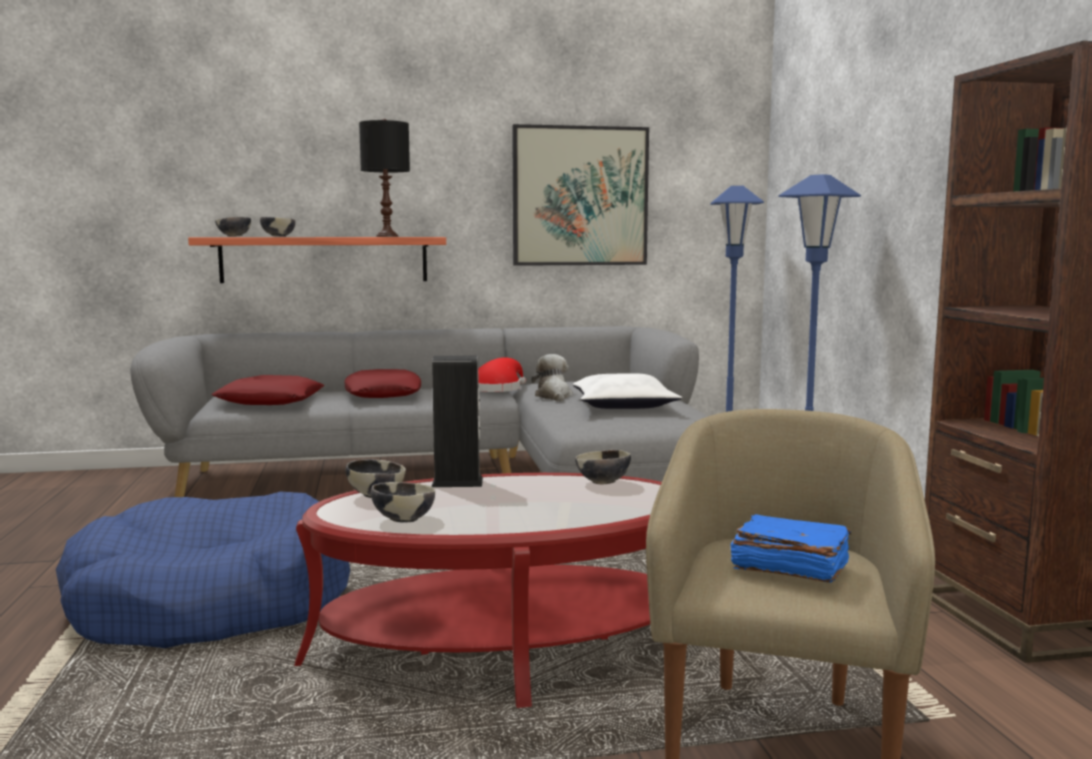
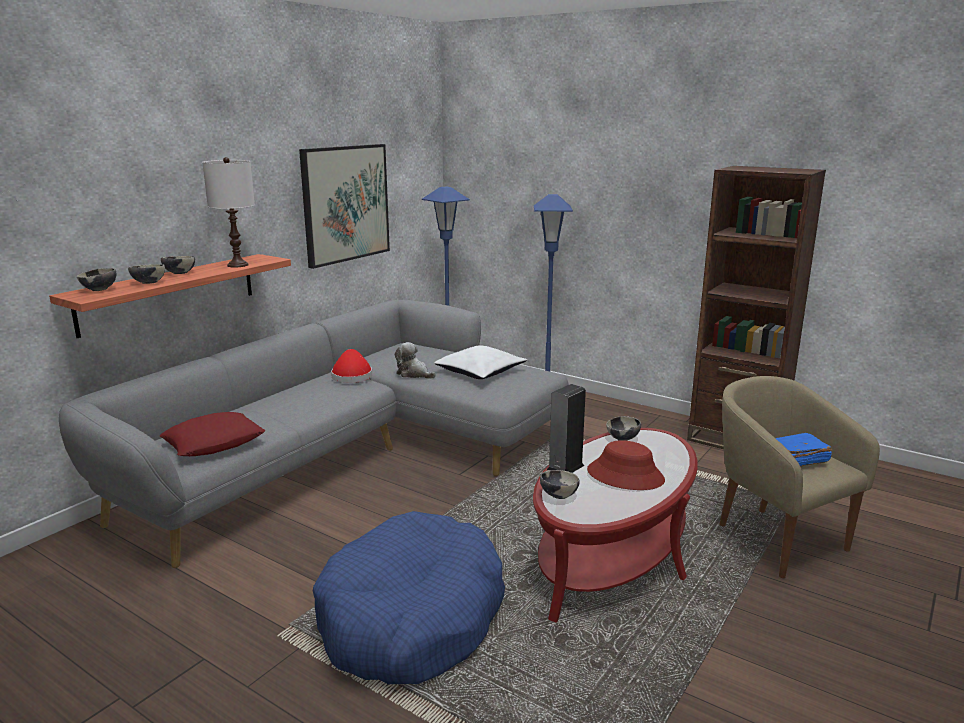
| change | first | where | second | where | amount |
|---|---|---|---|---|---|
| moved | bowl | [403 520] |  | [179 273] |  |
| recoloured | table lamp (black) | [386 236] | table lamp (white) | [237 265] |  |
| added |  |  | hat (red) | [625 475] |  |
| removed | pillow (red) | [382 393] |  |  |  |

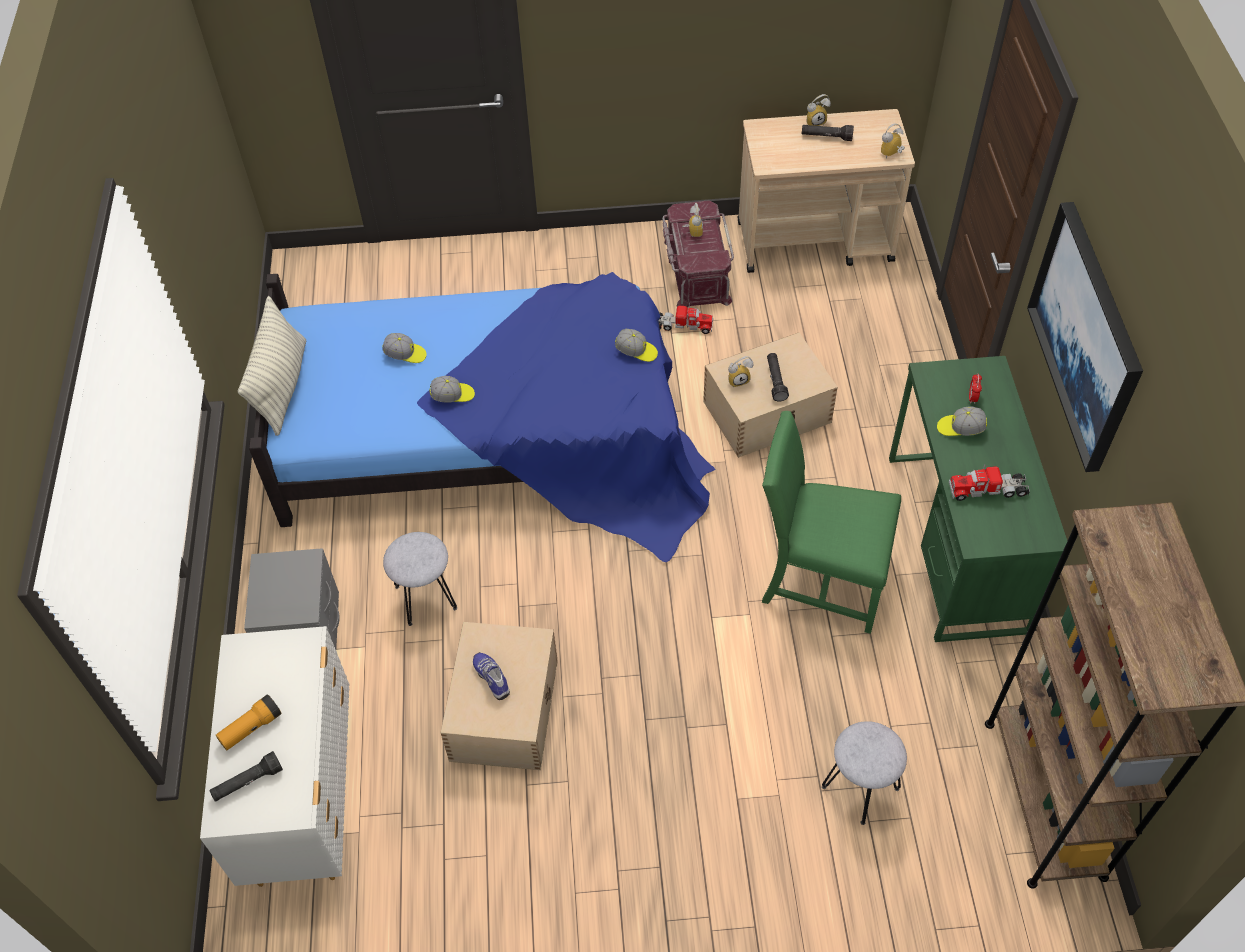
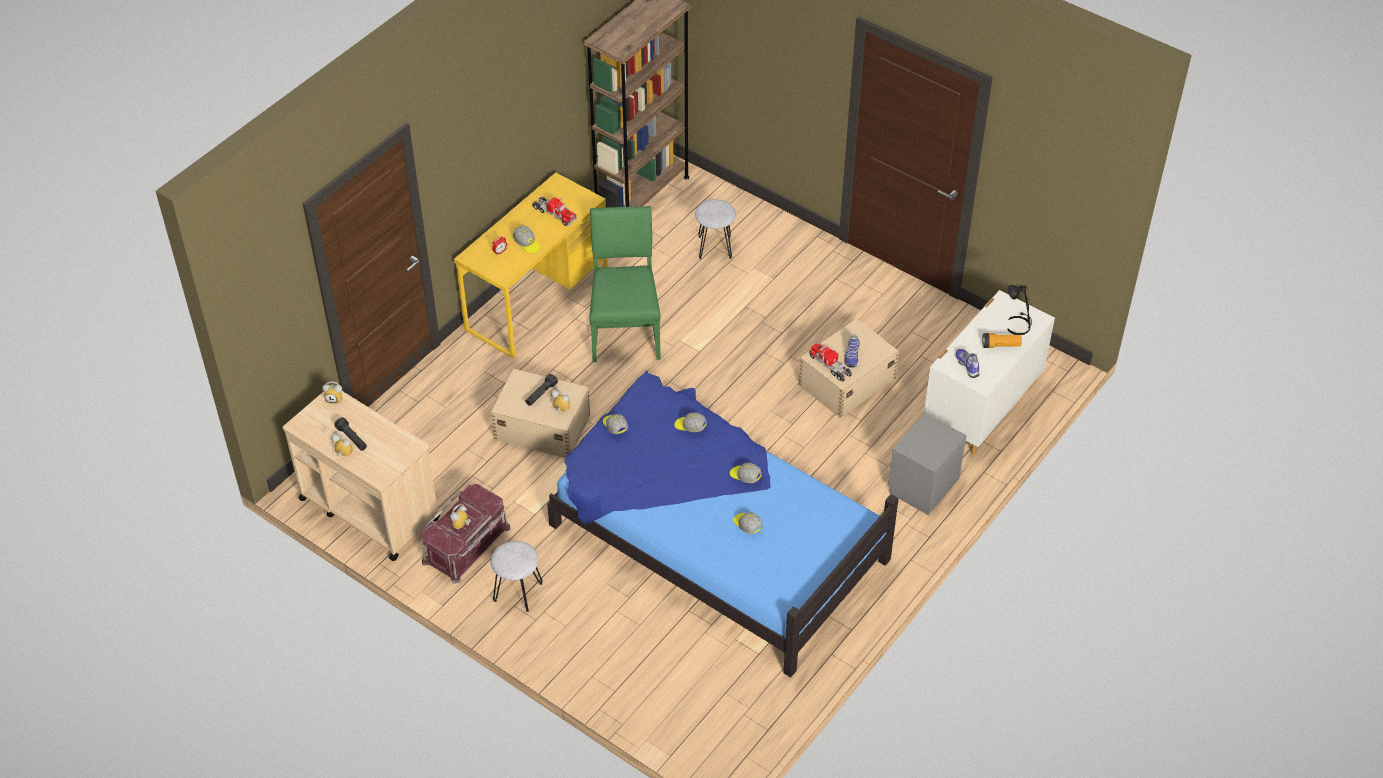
| change | first | where | second | where | amount |
|---|---|---|---|---|---|
| recoloured | desk (green) | [956 542] | desk (yellow) | [537 300] |  |
| moved | stool (grey) | [425 597] |  | [517 592] |  |
| turned | chair (green) | [819 578] |  | [625 331] | 150 degrees counterclockwise |
| added |  |  | cap | [690 427] |  |
| moved | toy truck | [682 326] |  | [830 365] |  |
| added |  |  | shoe | [968 365] |  |
| replaced | flashlight (black) | [248 782] | table lamp (black) | [1017 325] |  |
| removed | pillow | [282 386] |  |  |  |
| removed | picture | [1086 336] |  |  |  |

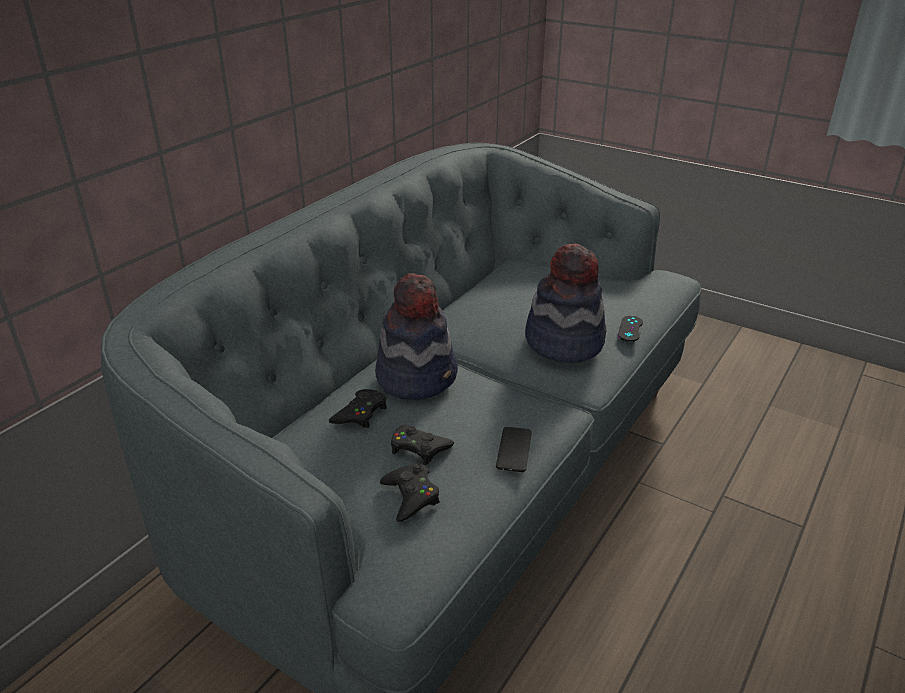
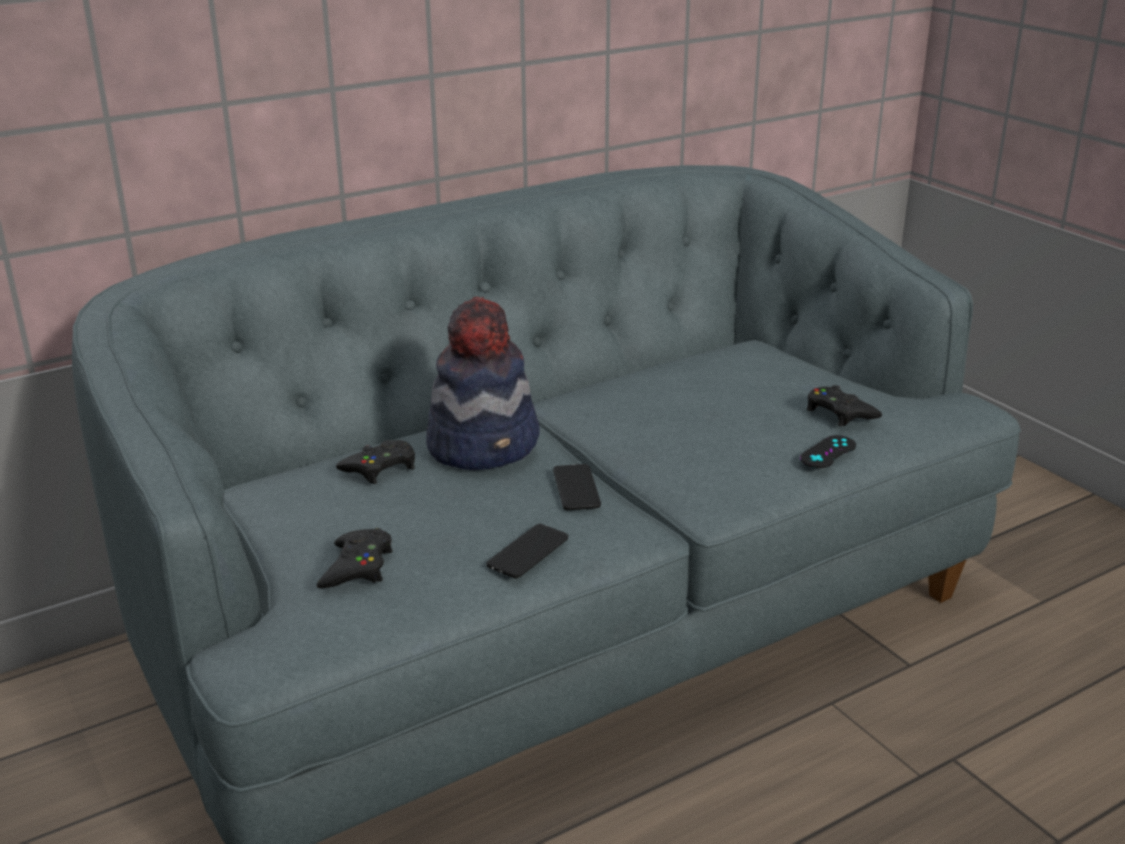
| change | first | where | second | where | amount |
|---|---|---|---|---|---|
| added |  |  | phone | [576 488] |  |
| moved | game controller (black) | [419 448] |  | [839 413] |  |
| removed | hat | [564 342] |  |  |  |

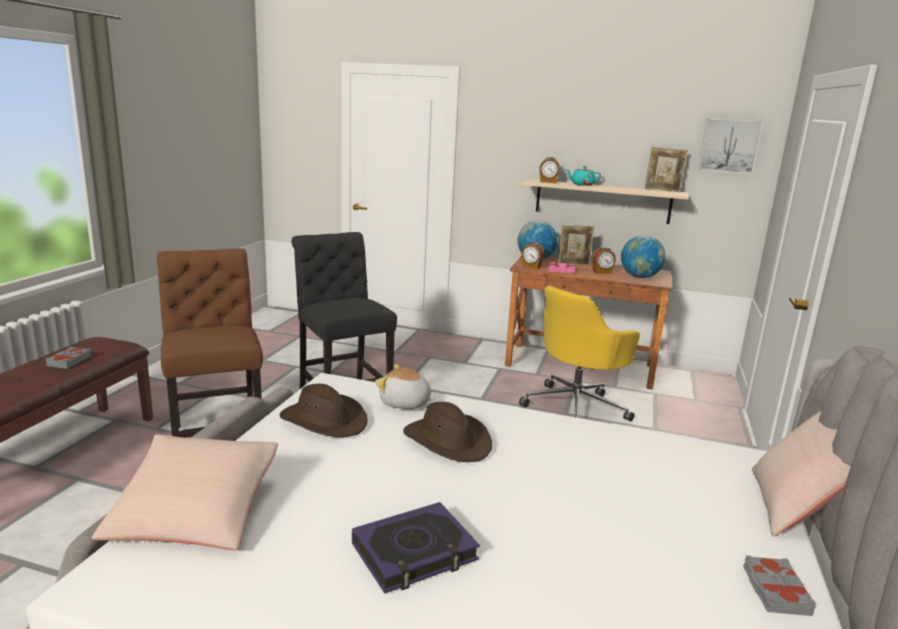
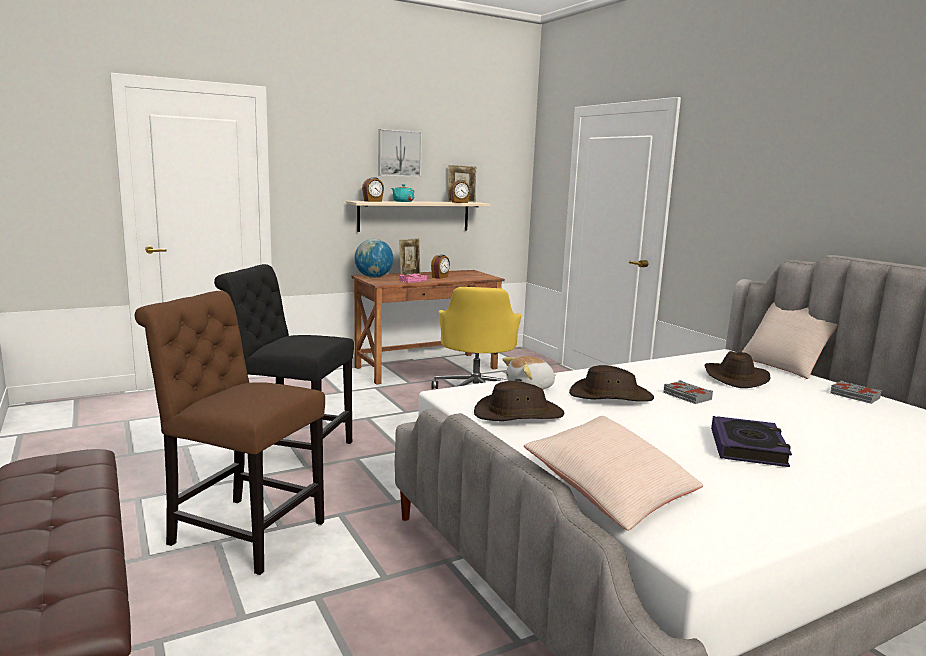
| change | first | where | second | where | amount |
|---|---|---|---|---|---|
| moved | picture | [729 146] |  | [399 153] |  |
| moved | alarm clock | [531 267] |  | [459 202] |  |
| moved | book (grey) | [69 361] |  | [686 396] |  |
| added |  |  | hat (brown) | [734 377] |  |
| removed | globe | [640 277] |  |  |  |

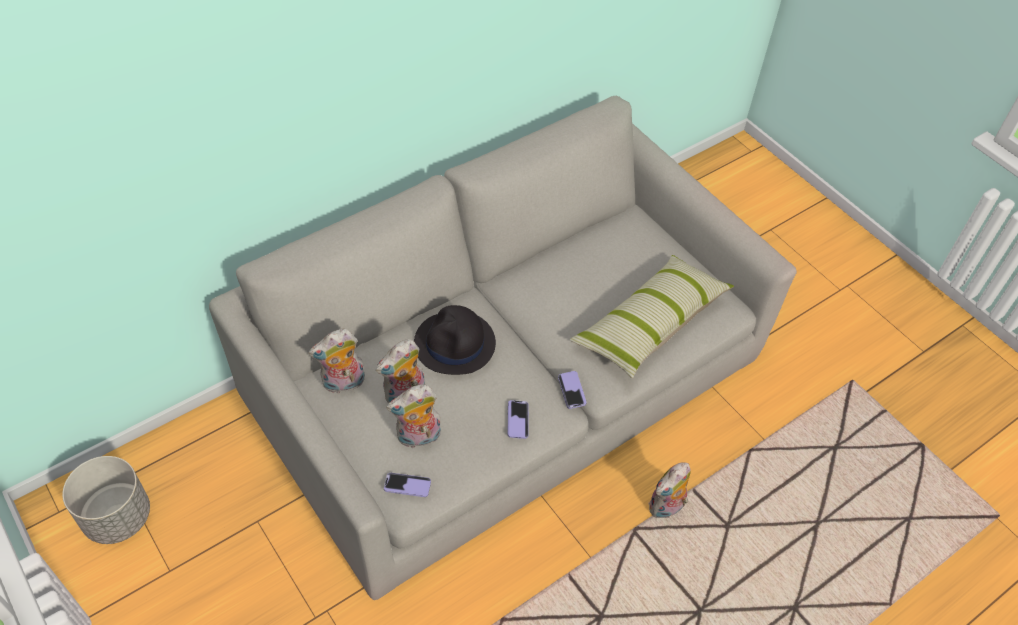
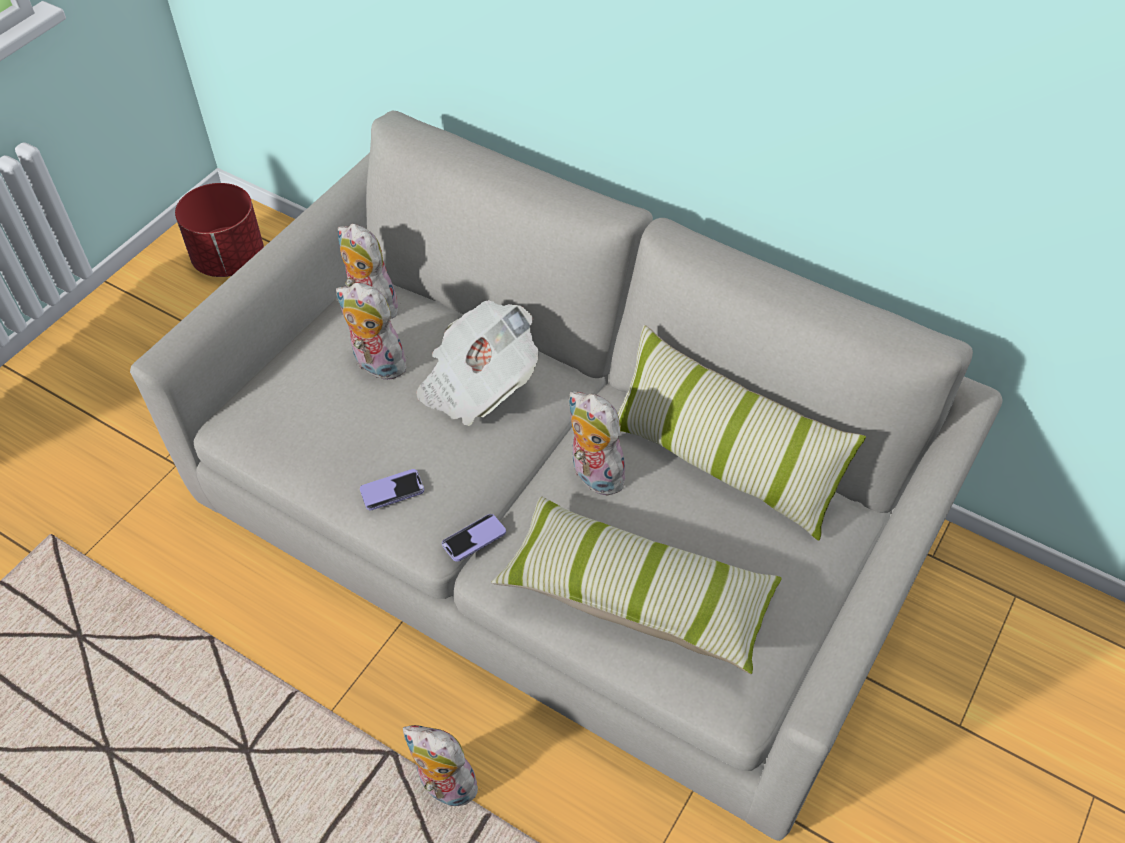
| change | first | where | second | where | amount |
|---|---|---|---|---|---|
| recoloured | planter (grey) | [118 517] | planter (red) | [229 260] |  |
| replaced | hat (black) | [455 344] | newspaper | [477 384] |  |
| moved | plush toy | [418 438] |  | [593 475] |  |
| added |  |  | pillow | [722 464] |  |
| removed | phone | [407 485] |  |  |  |

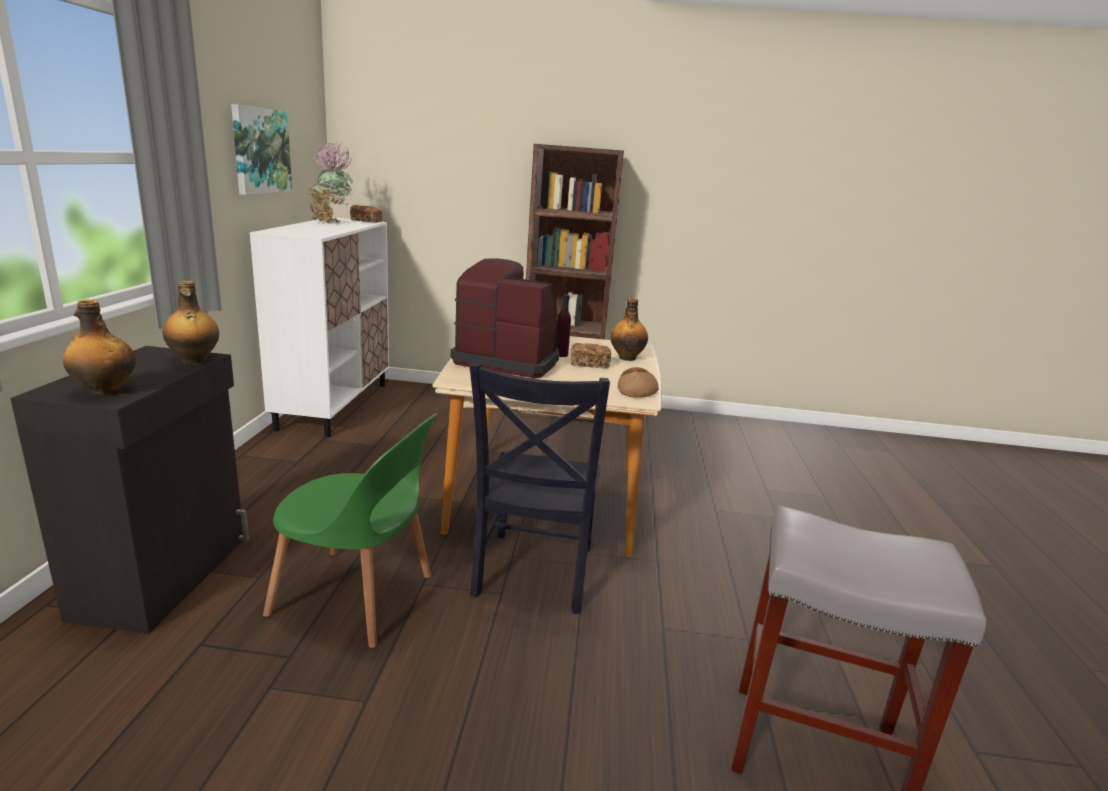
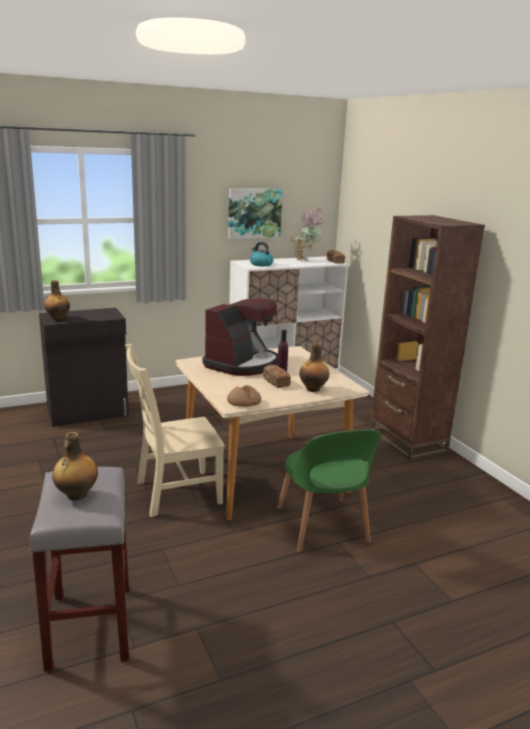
| change | first | where | second | where | amount |
|---|---|---|---|---|---|
| moved | bottle | [194 360] |  | [76 495] |  |
| recoloured | chair (black) | [533 574] | chair (beige) | [174 493] |  |
| turned | coffee machine | [507 360] |  | [243 364] | 45 degrees clockwise |
| added |  |  | kettle | [260 264] |  |
| moved | chair (green) | [358 597] |  | [323 527] |  |

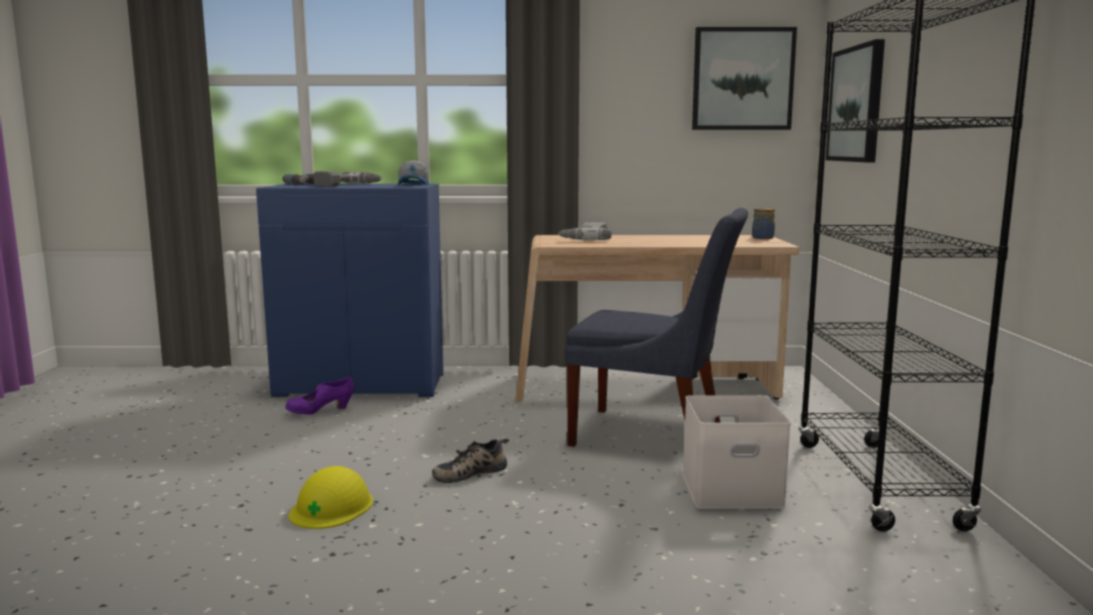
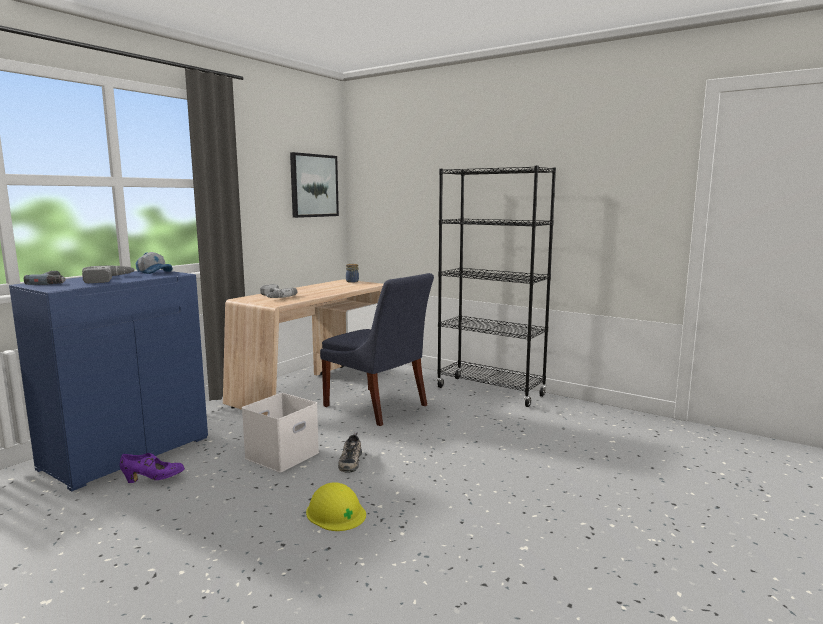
| change | first | where | second | where | amount |
|---|---|---|---|---|---|
| turned | shoe (purple) | [321 412] |  | [153 479] | 105 degrees counterclockwise |
| moved | storage box (white) | [730 491] |  | [282 456] |  |
| turned | chair (blue) | [654 436] |  | [378 407] | 75 degrees clockwise |
| removed | picture | [857 104] |  |  |  |

